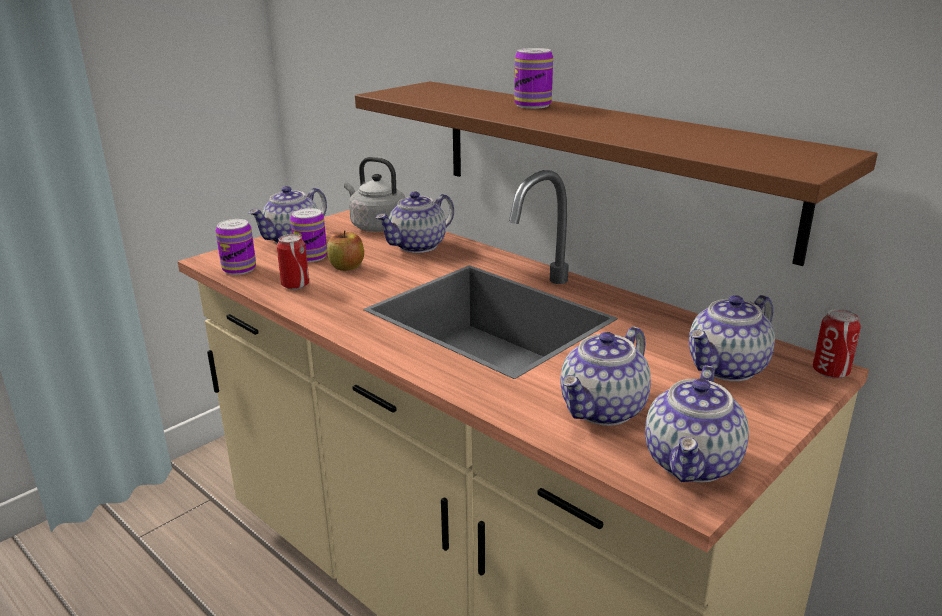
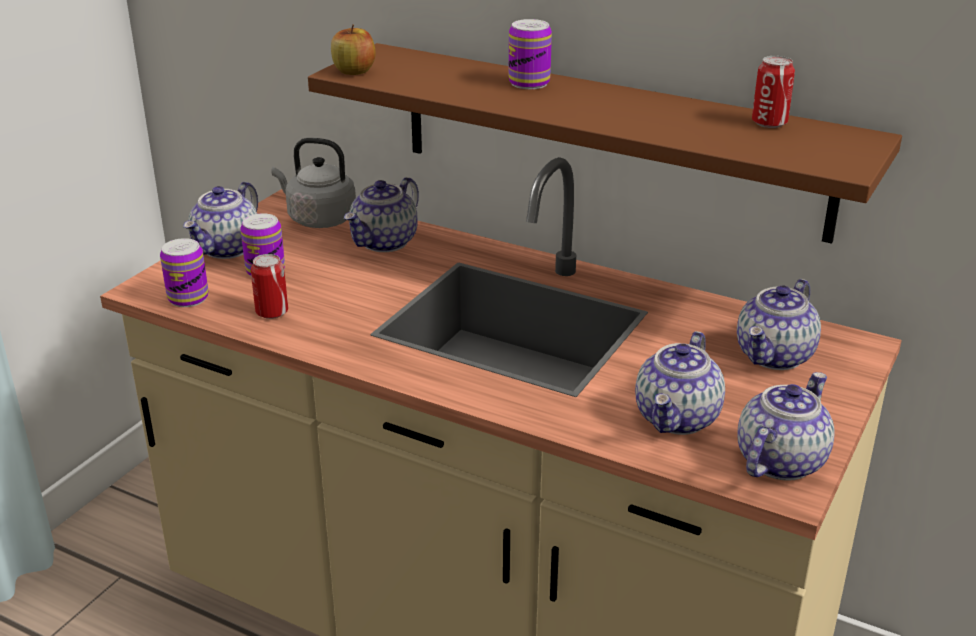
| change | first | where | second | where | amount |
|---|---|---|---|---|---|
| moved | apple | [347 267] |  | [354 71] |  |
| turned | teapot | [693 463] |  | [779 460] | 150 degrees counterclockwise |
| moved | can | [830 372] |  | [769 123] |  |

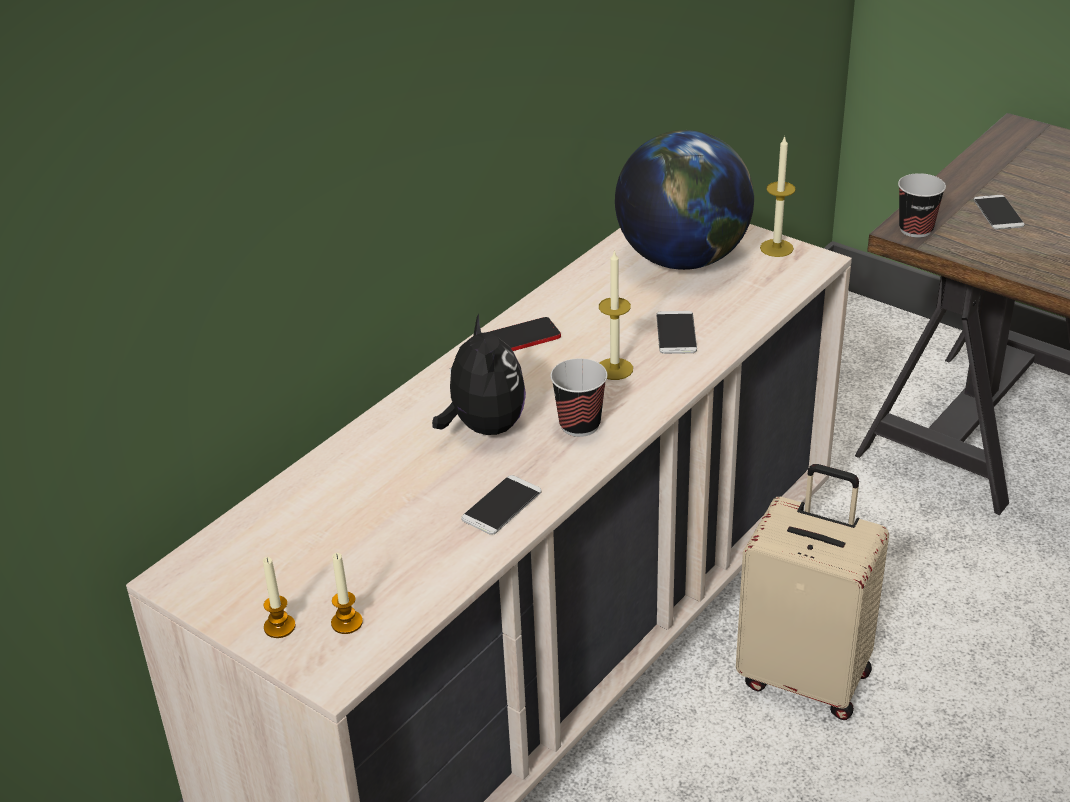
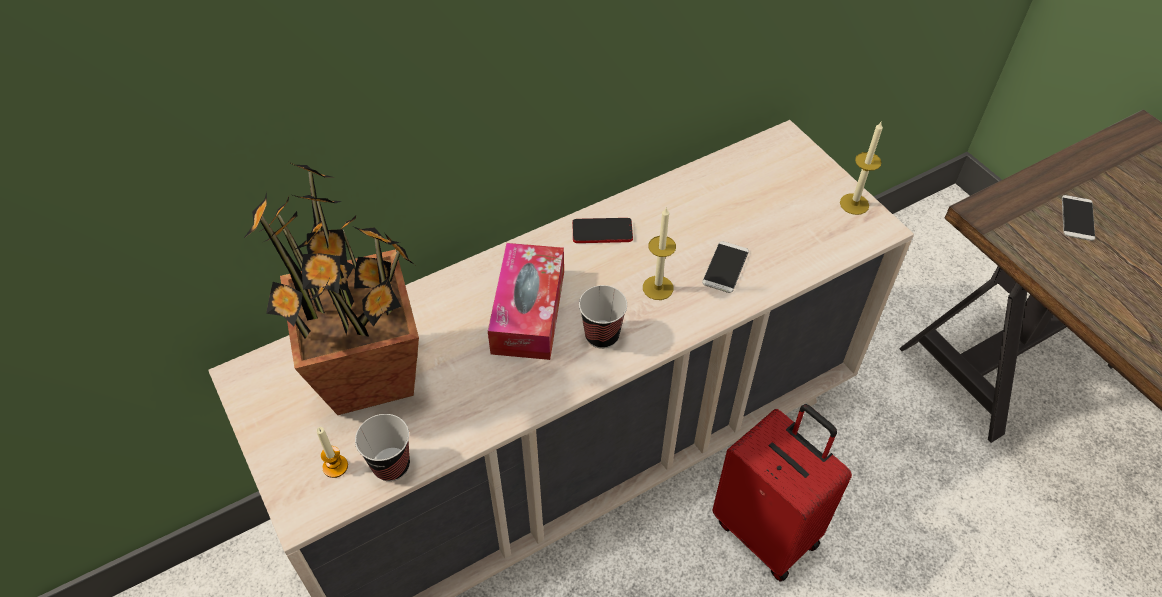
| change | first | where | second | where | amount |
|---|---|---|---|---|---|
| added |  |  | potted plant | [370 376] |  |
| moved | cup | [916 229] |  | [391 465] |  |
| replaced | plush toy | [483 427] | tissue box | [528 311] |  |
| recoloured | suitcase (beige) | [806 676] | suitcase (red) | [767 531] |  |
| removed | candle | [279 627] |  |  |  |
| removed | phone | [502 506] |  |  |  |
| removed | globe | [683 258] |  |  |  |

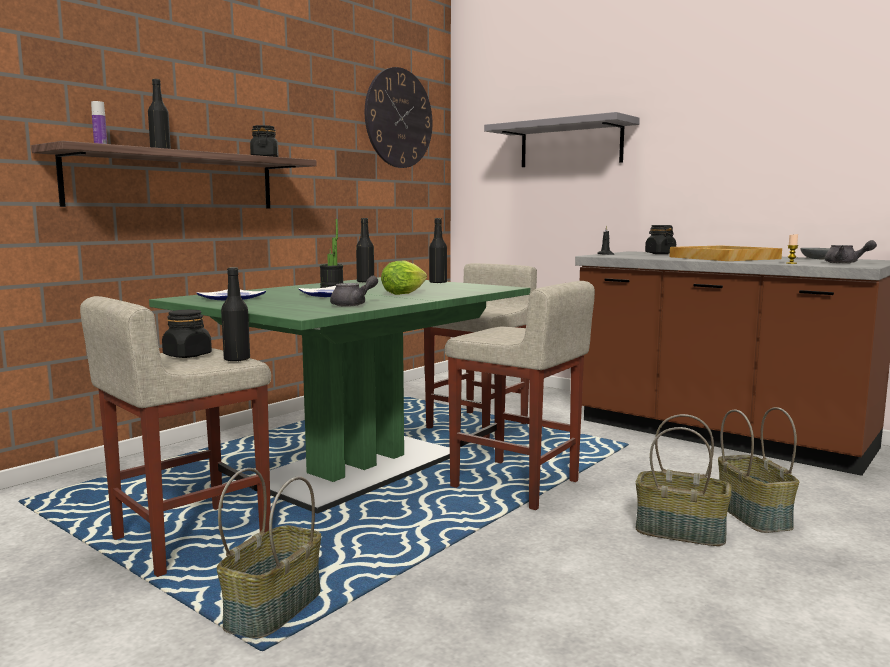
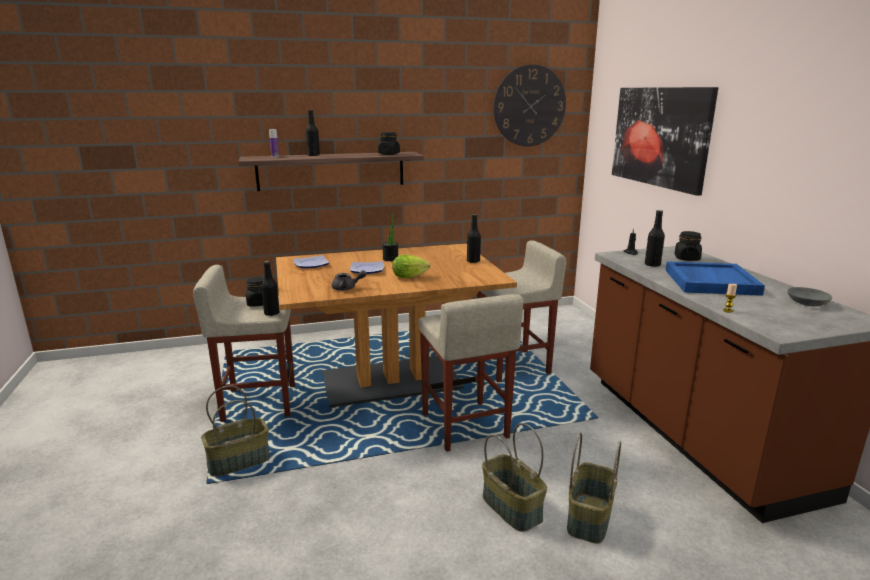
| change | first | where | second | where | amount |
|---|---|---|---|---|---|
| recoloured | dining table (green) | [357 470] | dining table (brown) | [391 381] |  |
| replaced | shelf (grey) | [570 144] | picture | [660 137] |  |
| moved | bottle (black) | [365 282] |  | [652 265] |  |
| recoloured | tray (beige) | [723 258] | tray (blue) | [709 281] |  |
| removed | teapot (grey) | [846 263] |  |  |  |

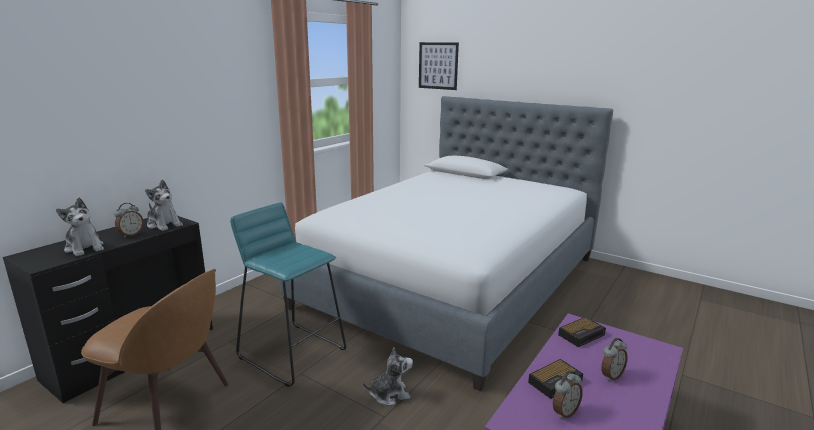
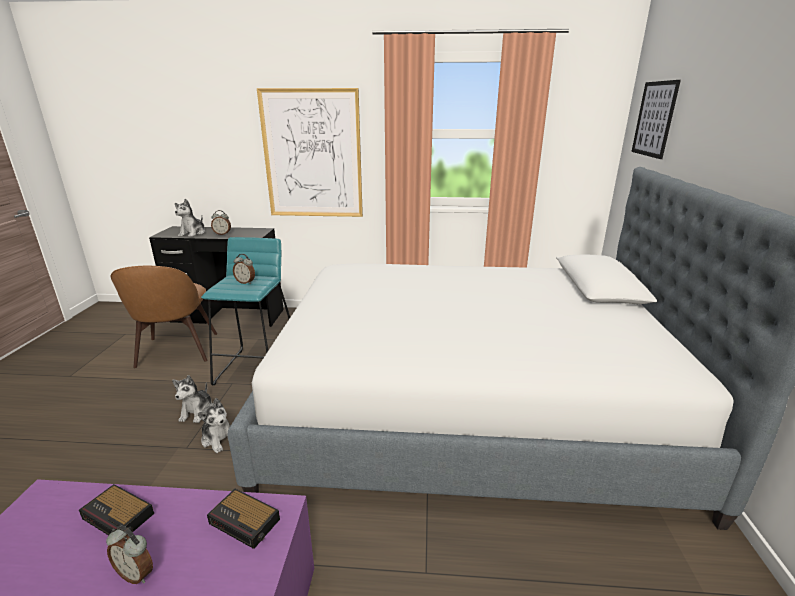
| change | first | where | second | where | amount |
|---|---|---|---|---|---|
| moved | plush toy | [164 224] |  | [197 412] |  |
| moved | alarm clock | [564 412] |  | [246 282] |  |
| added |  |  | picture | [312 155] |  |

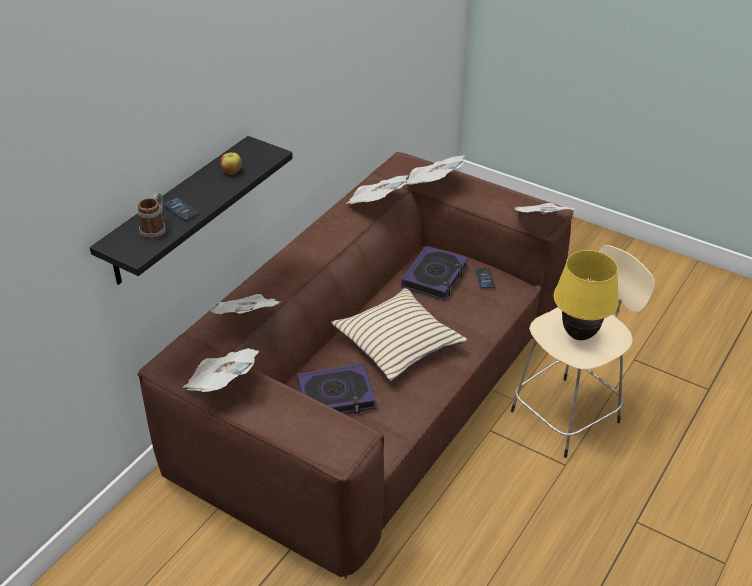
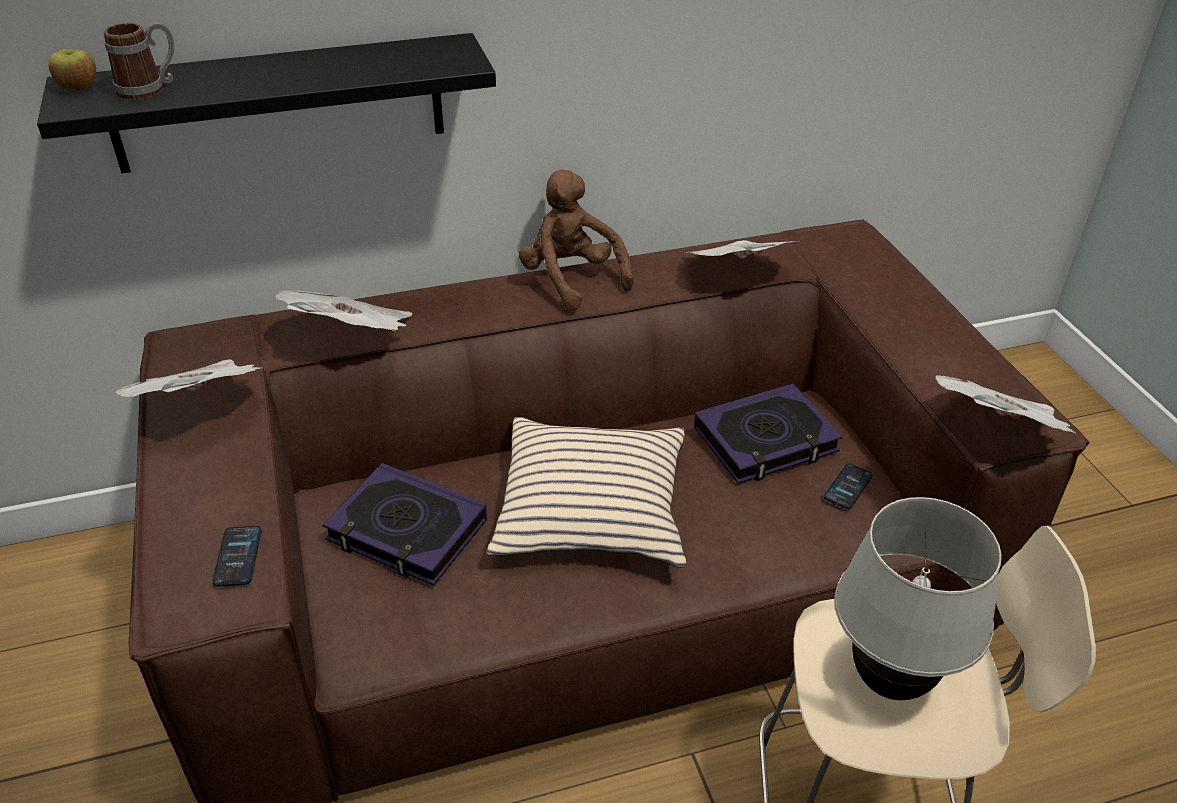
| change | first | where | second | where | amount |
|---|---|---|---|---|---|
| moved | apple | [231 171] |  | [78 88] |  |
| moved | phone | [181 210] |  | [238 556] |  |
| added |  |  | plush toy (brown) | [571 279] |  |
| recoloured | table lamp (yellow) | [578 335] | table lamp (white) | [888 681] |  |
| removed | newspaper | [432 184] |  |  |  |

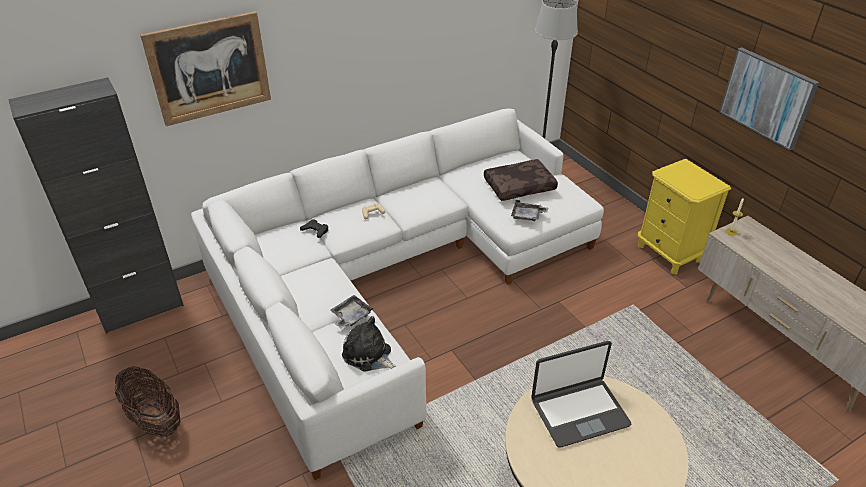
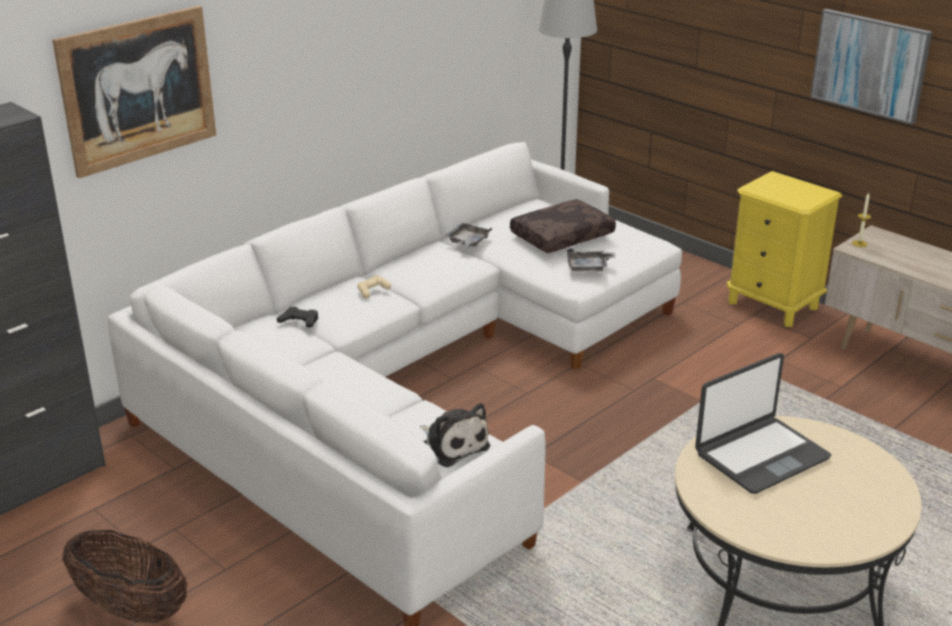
| change | first | where | second | where | amount |
|---|---|---|---|---|---|
| turned | plush toy | [369 355] |  | [452 445] | 150 degrees counterclockwise |
| moved | tray (grey) | [351 316] |  | [467 242] |  |

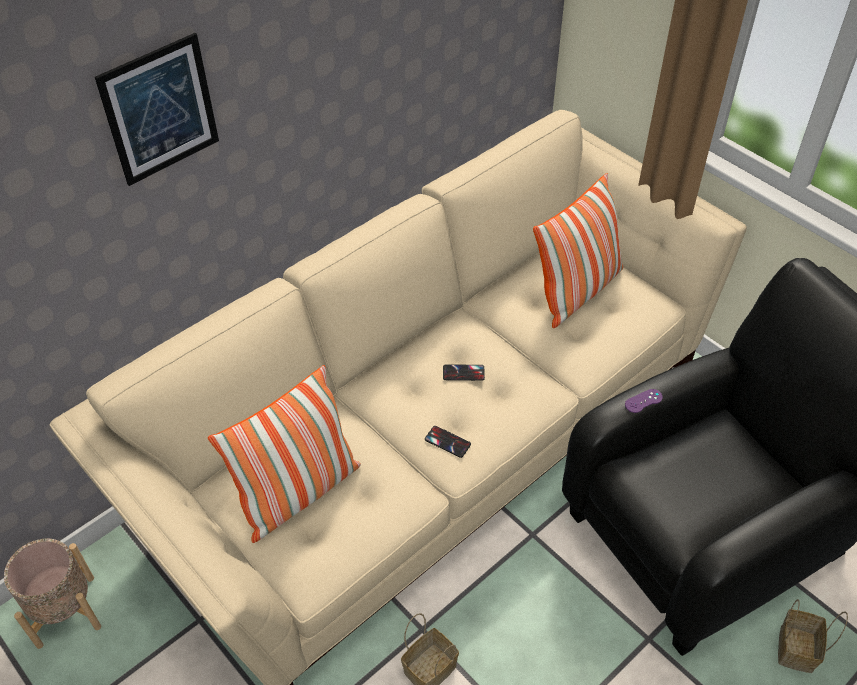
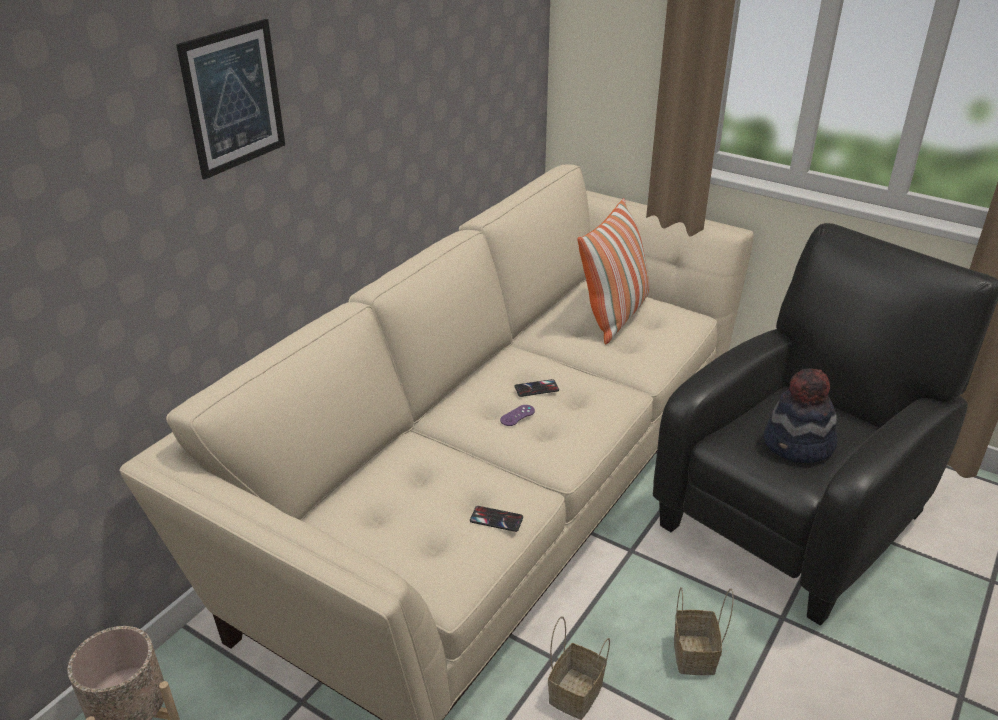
| change | first | where | second | where | amount |
|---|---|---|---|---|---|
| moved | phone | [447 442] |  | [496 519] |  |
| moved | game controller (purple) | [643 401] |  | [517 415] |  |
| moved | basket | [797 651] |  | [695 656] |  |
| added |  |  | hat | [798 445] |  |
| removed | pillow | [298 493] |  |  |  |

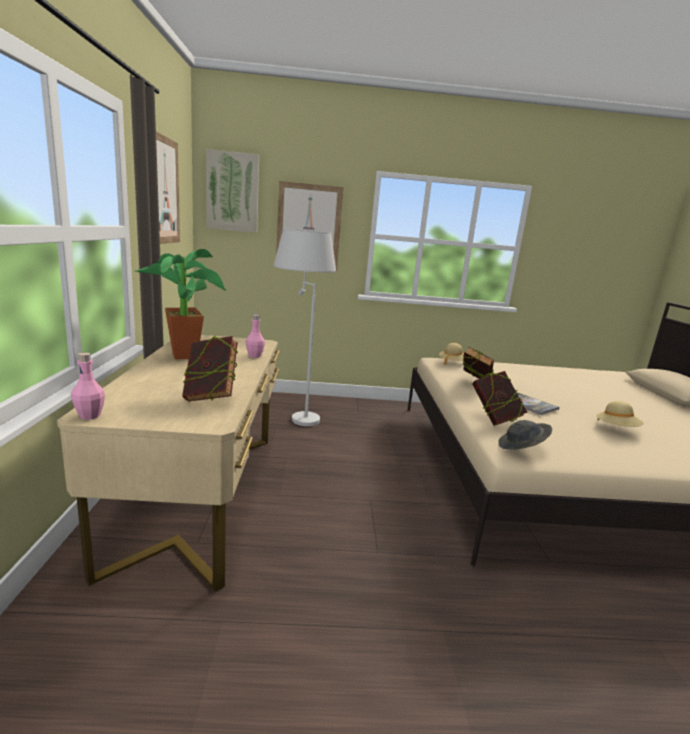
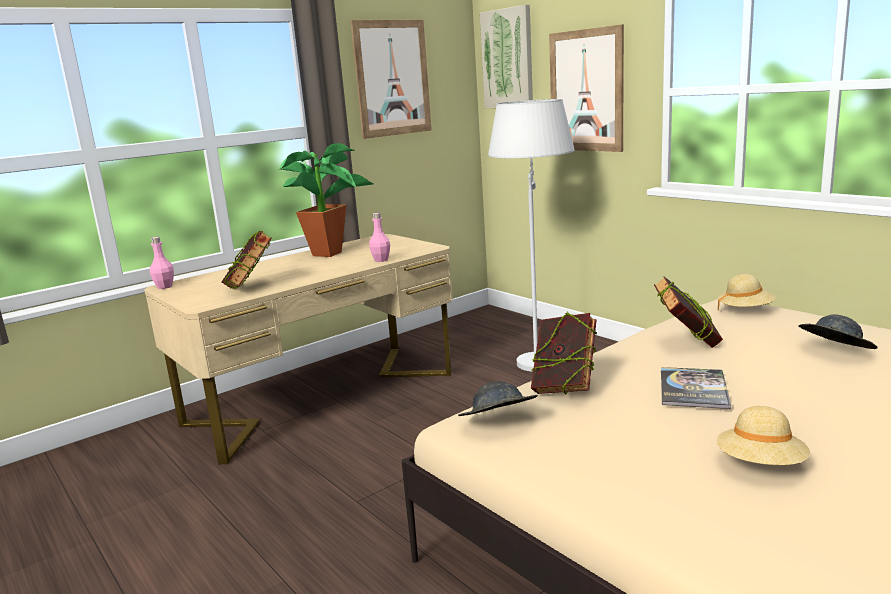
| change | first | where | second | where | amount |
|---|---|---|---|---|---|
| added |  |  | hat (grey) | [834 352] |  |

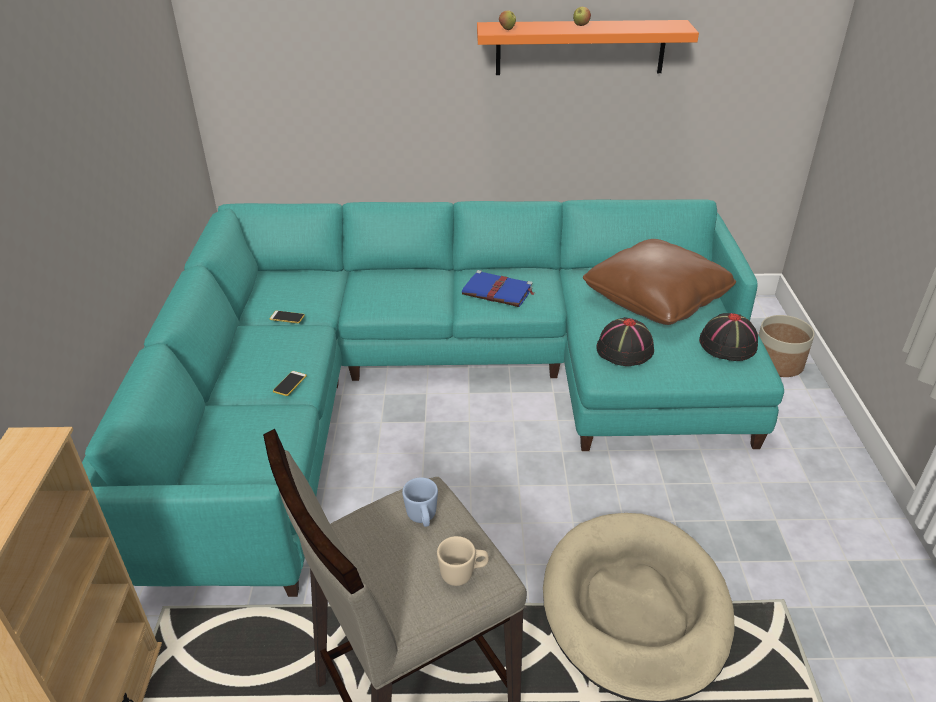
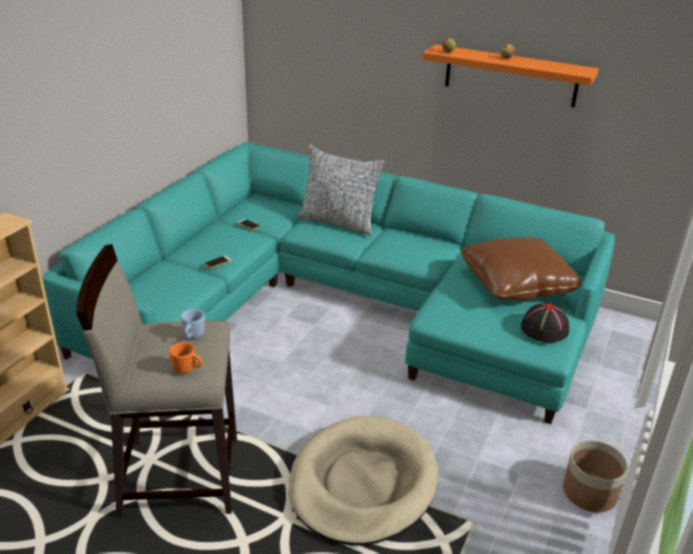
| change | first | where | second | where | amount |
|---|---|---|---|---|---|
| recoloured | mug (beige) | [463 574] | mug (orange) | [187 369] |  |
| added |  |  | pillow | [338 222] |  |
| moved | planter | [777 363] |  | [590 492] |  |
| removed | book (blue) | [498 292] |  |  |  |
| removed | hat (black) | [624 350] |  |  |  |

